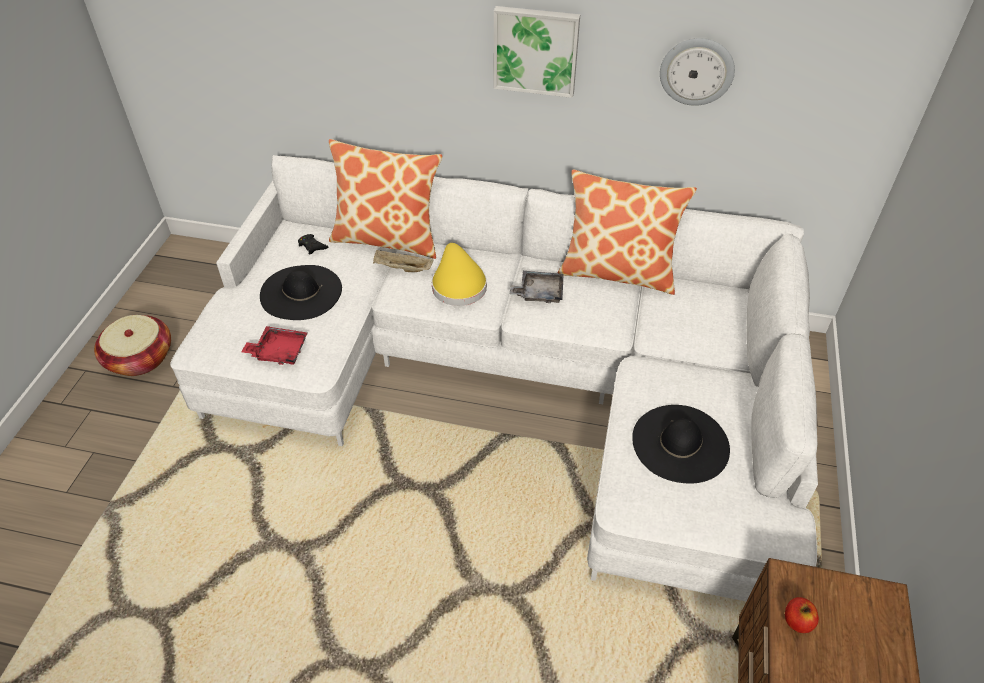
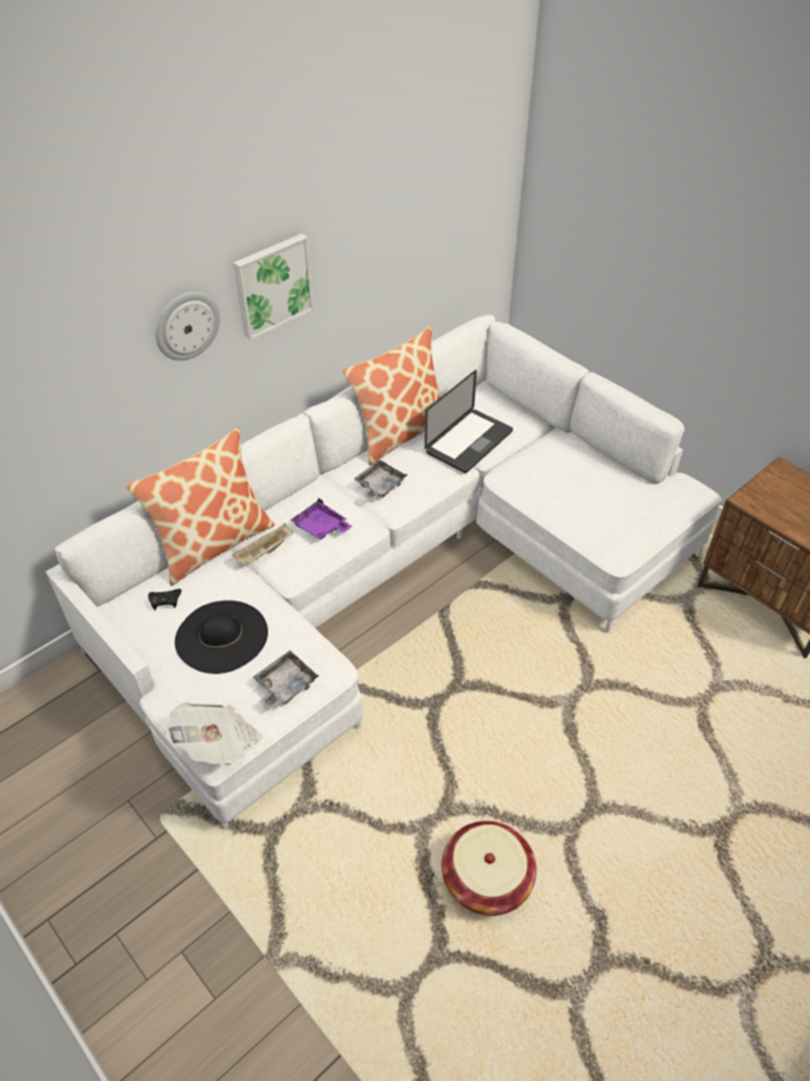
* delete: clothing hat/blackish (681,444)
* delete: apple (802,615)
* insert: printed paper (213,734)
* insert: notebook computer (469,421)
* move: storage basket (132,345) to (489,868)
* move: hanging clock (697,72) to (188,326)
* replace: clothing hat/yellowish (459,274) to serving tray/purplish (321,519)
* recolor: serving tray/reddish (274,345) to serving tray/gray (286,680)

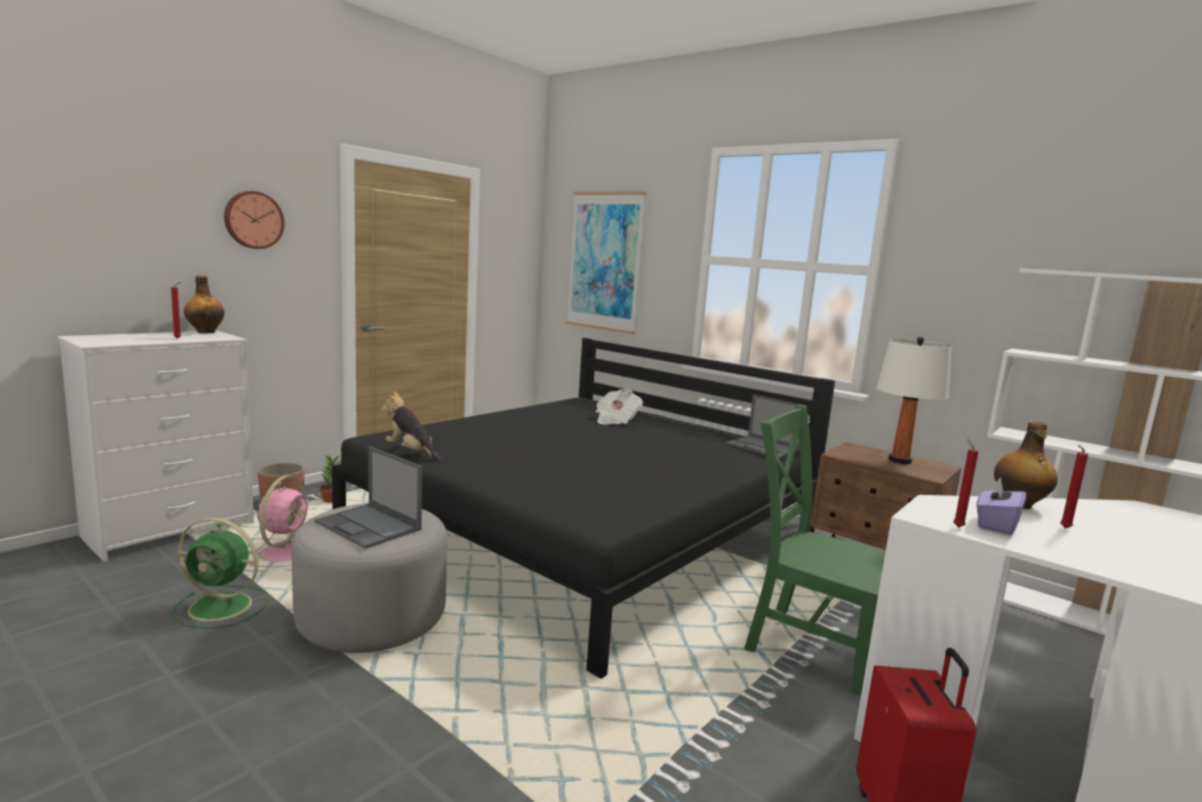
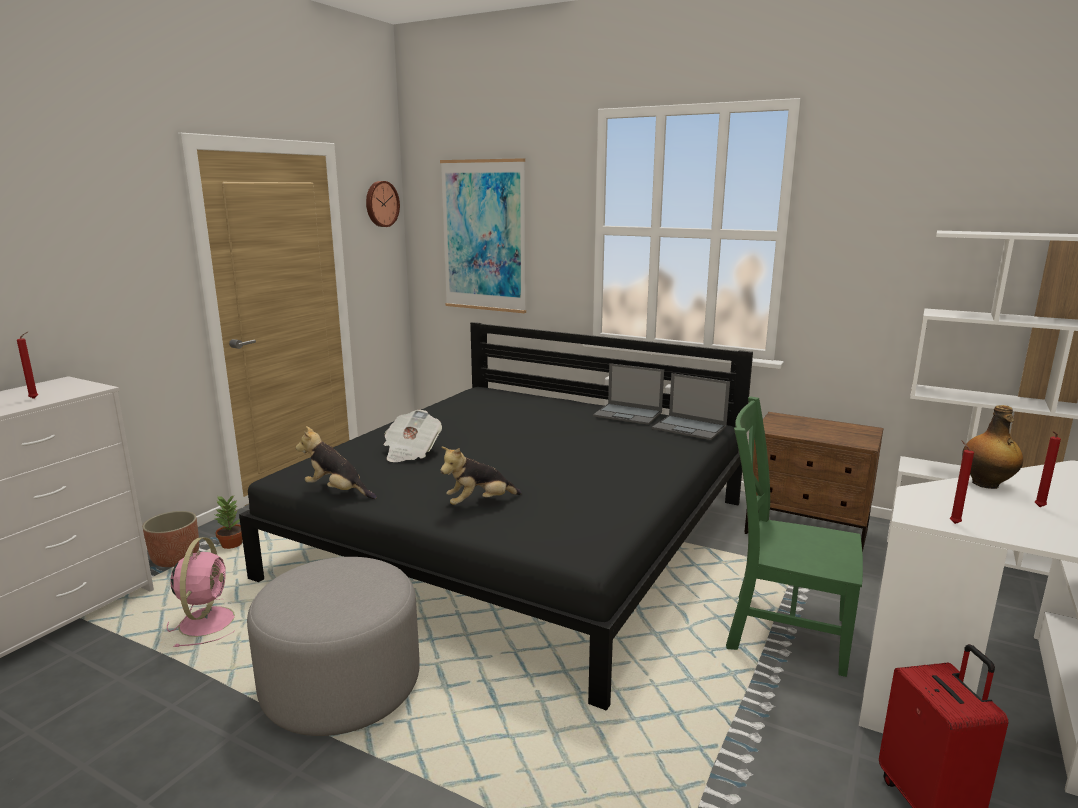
* delete: cooling fan/green (220,572)
* delete: beverage bottle (204,304)
* delete: tabletop lamp/white-coloured (914,400)
* delete: tissue box/purplish (1001,505)
* insert: plush toy (481,475)
* move: hanging clock (254,220) to (383,204)
* move: notebook computer (368,498) to (628,394)
* move: printed paper (619,407) to (413,436)

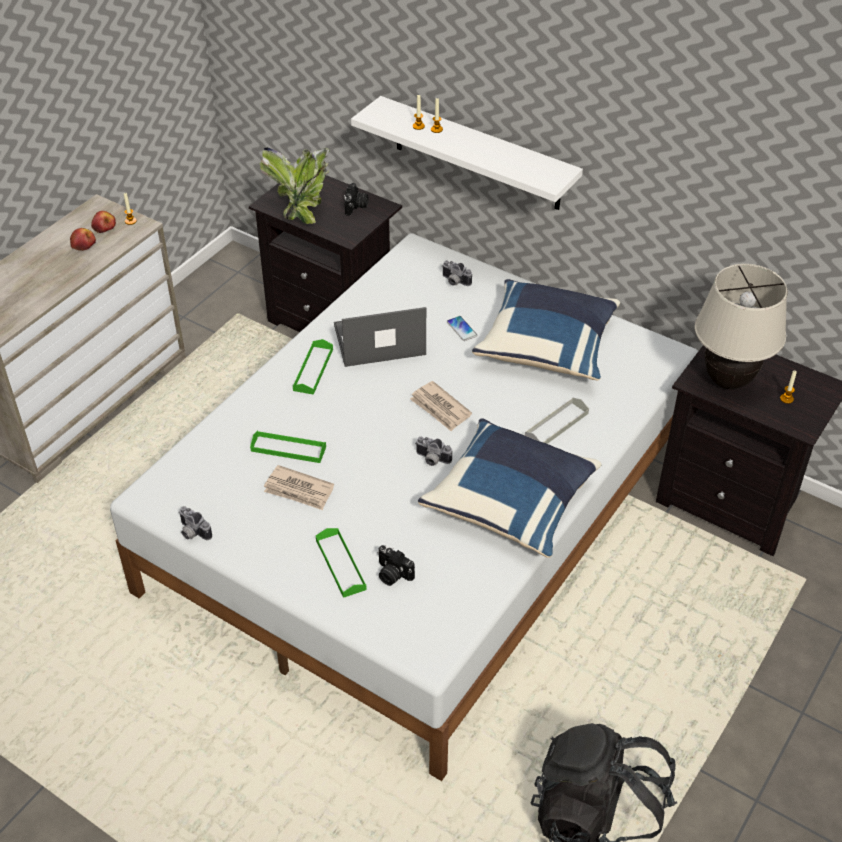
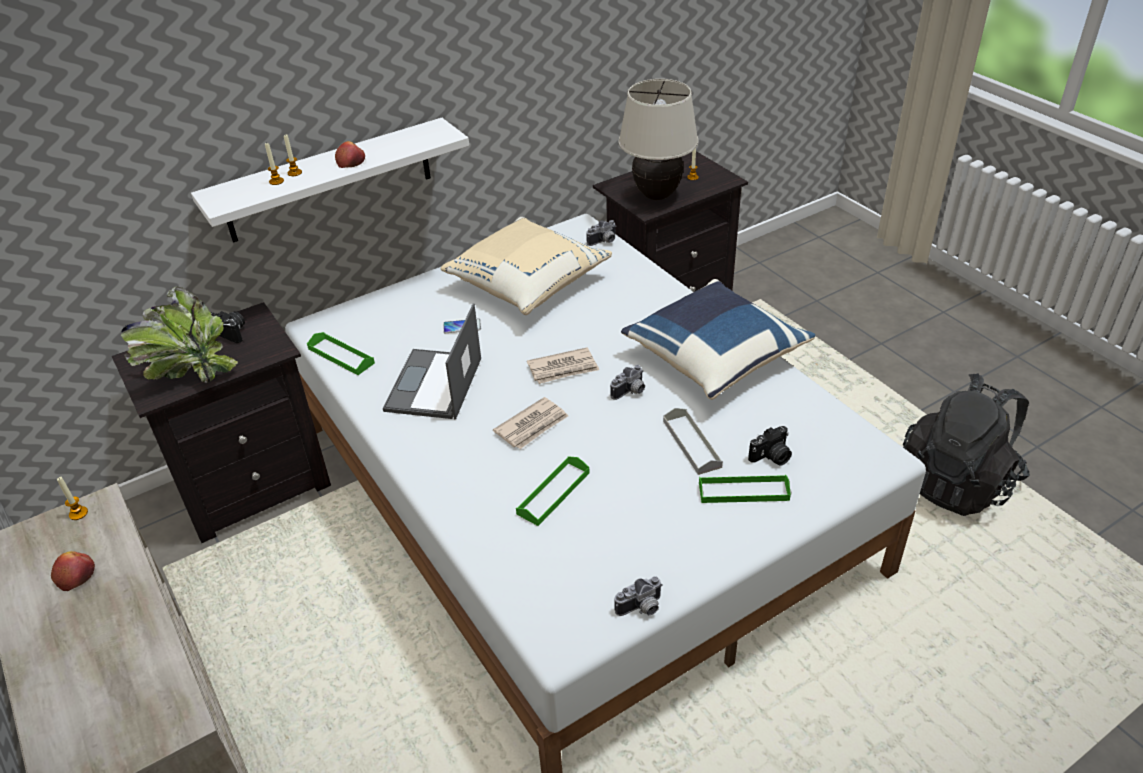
* move: apple (103,222) to (350,154)
* move: printed paper (299,487) to (530,423)
* move: serving tray/green (313,367) to (341,353)
* move: still camera (457,273) to (601,233)
* move: serving tray/gray (557,421) to (693,441)
* recolor: pillow/bluish (546,329) to pillow/sand-coloured (526,266)

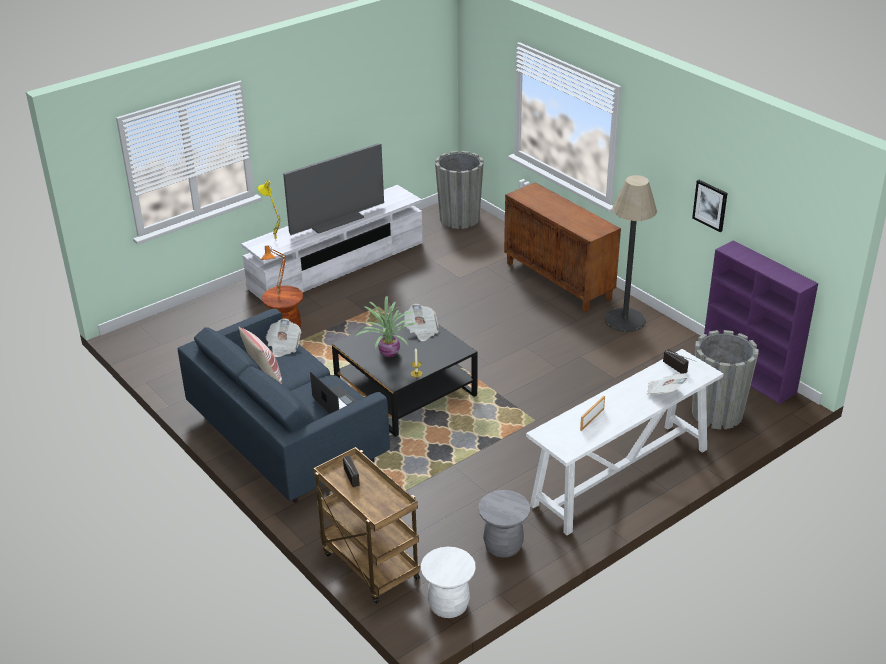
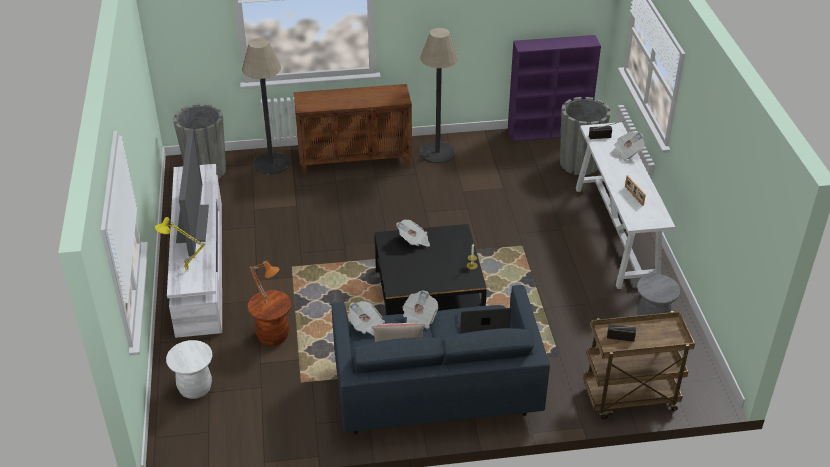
* delete: potted plant (386,326)
* delete: picture (709,206)
* insert: standing lamp (265,106)
* insert: printed paper (421,310)
* move: stool seat/white-coloured (448,582) to (189,369)

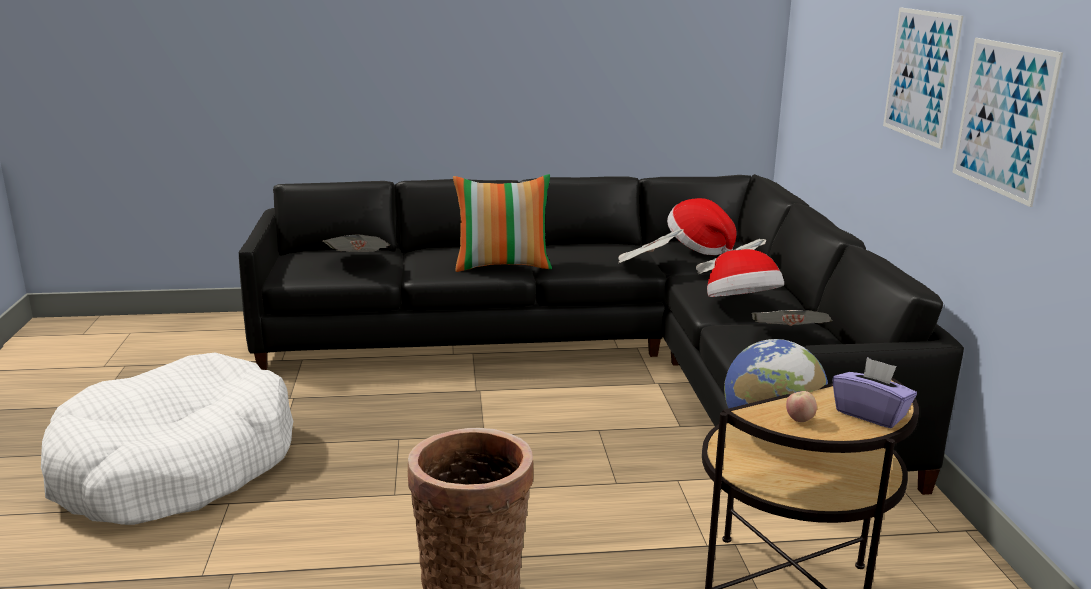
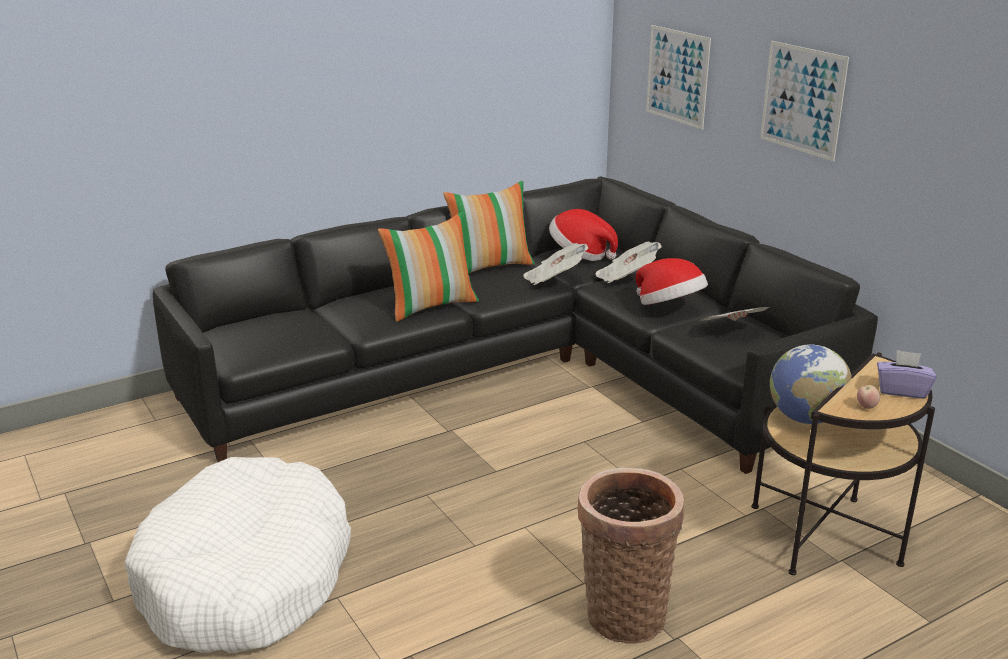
* delete: printed paper (356,243)
* insert: pillow (489,227)
* move: picture (1008,122) to (678,77)

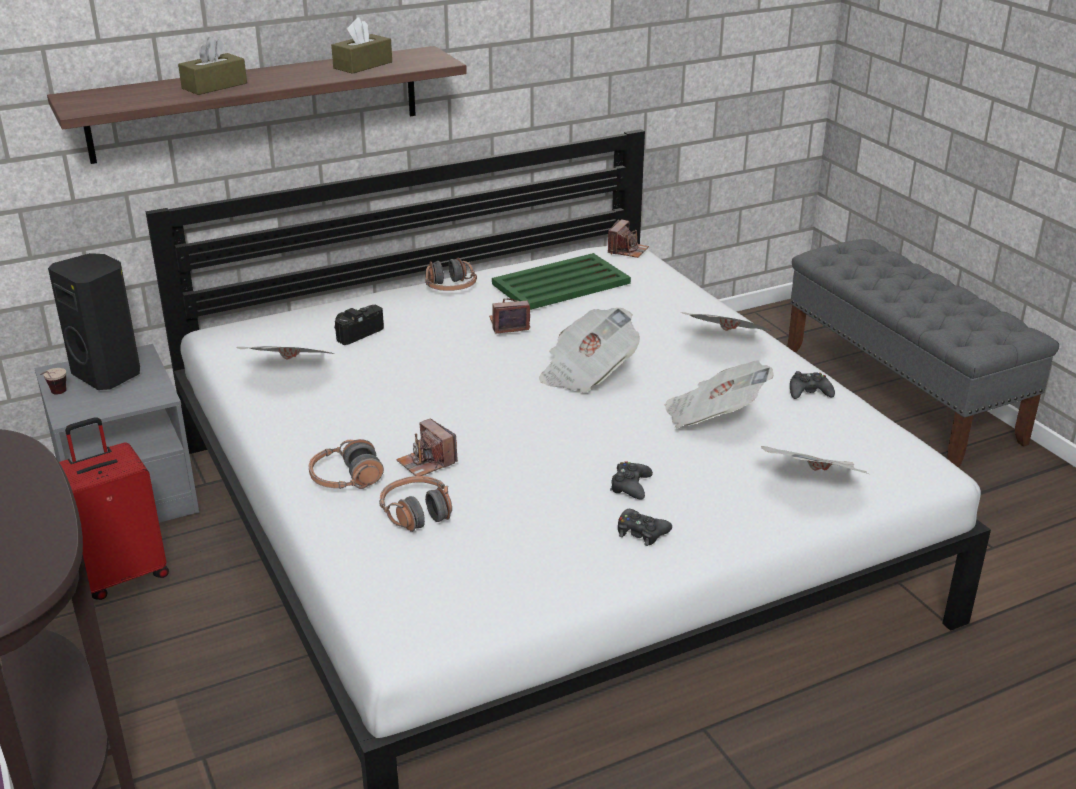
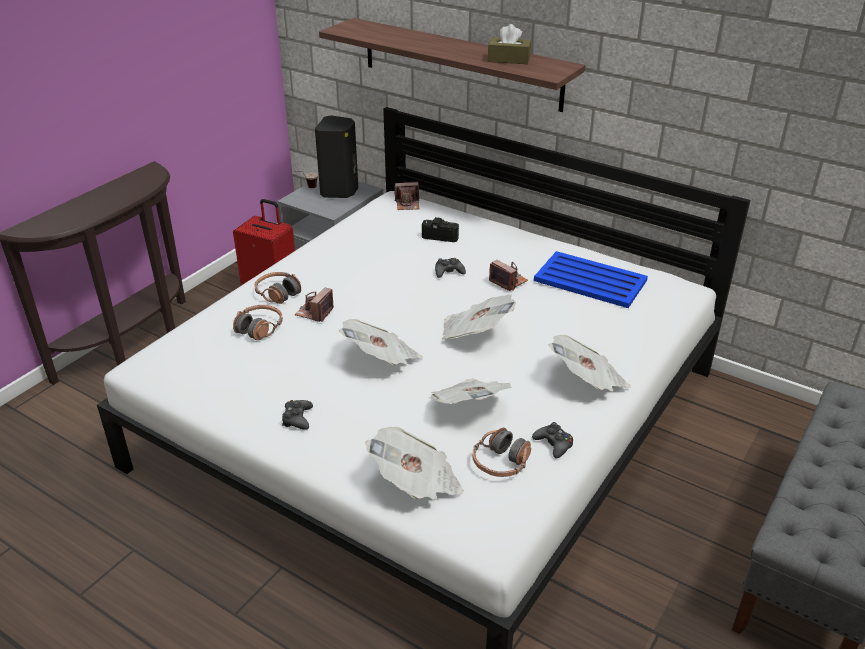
* delete: tissue box/brown-coloured (212,66)
* move: printed paper (285,353) to (381,342)
* move: headset (451,274) to (502,452)
* move: still camera (628,238) to (407,196)
* move: joypad/blackish (631,480) to (450,268)
* recolor: serving tray/green (561,281) to serving tray/bluish (591,279)

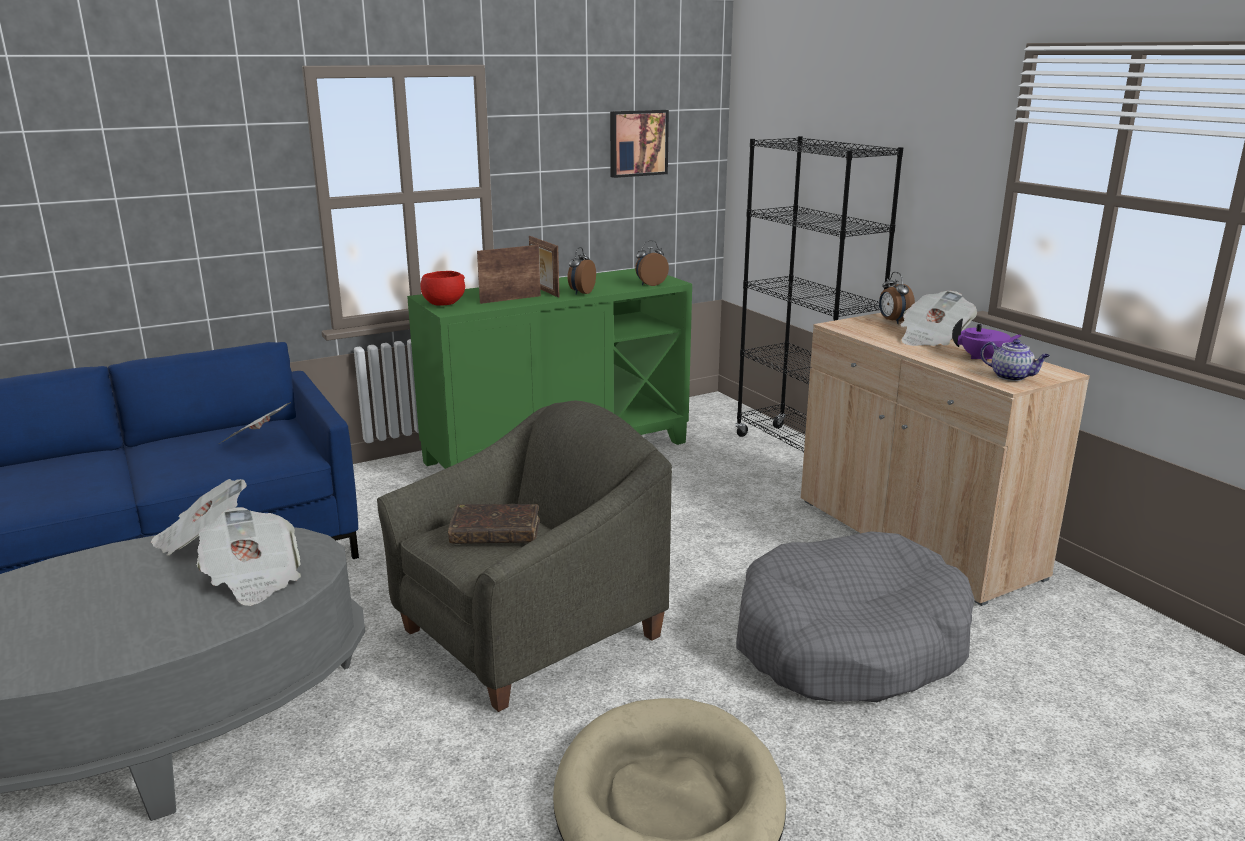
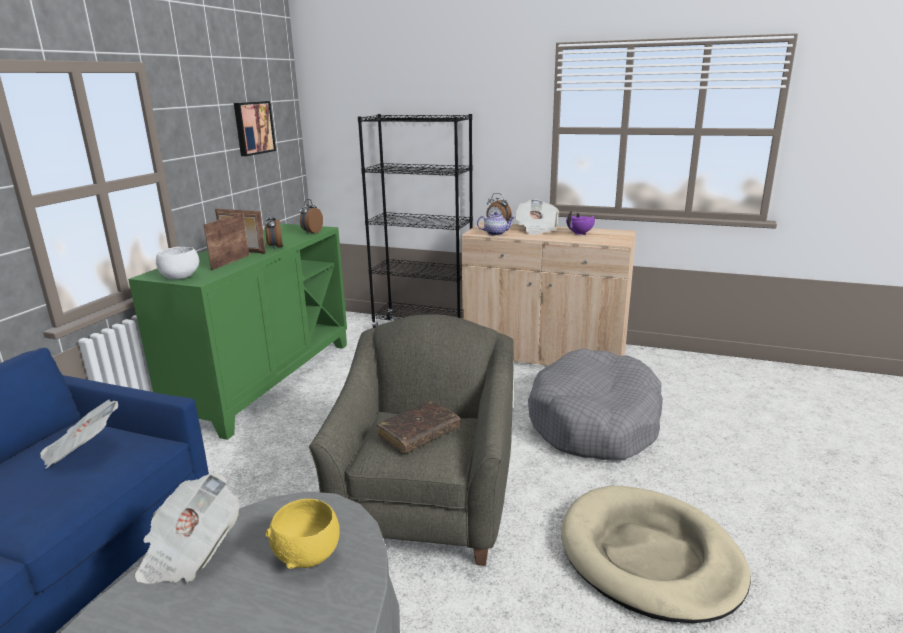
* move: teapot (1015,360) to (496,224)
* replace: printed paper (248,556) to serving bowl/yellowish (303,534)
* recolor: serving bowl/reddish (443,288) to serving bowl/white-coloured (177,263)

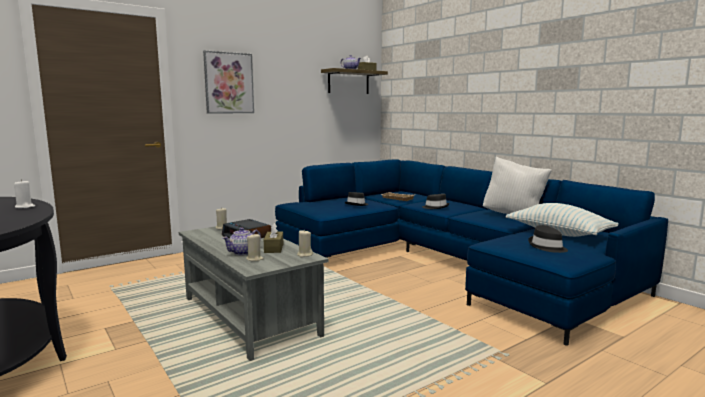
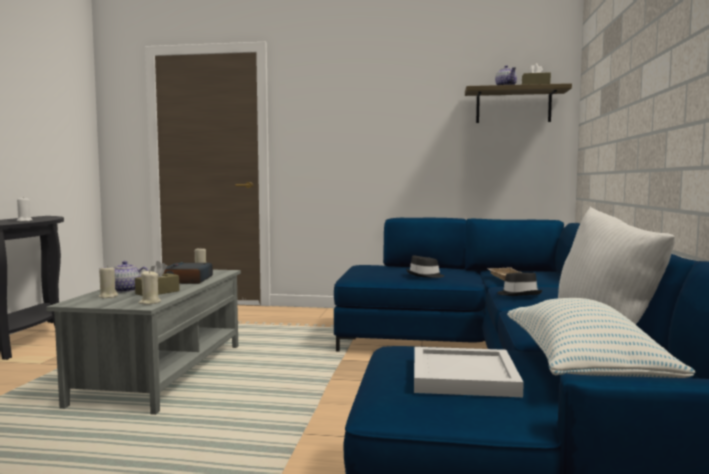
* delete: picture (228,82)
* replace: clothing hat/blackish (548,239) to serving tray/white-coloured (469,372)

